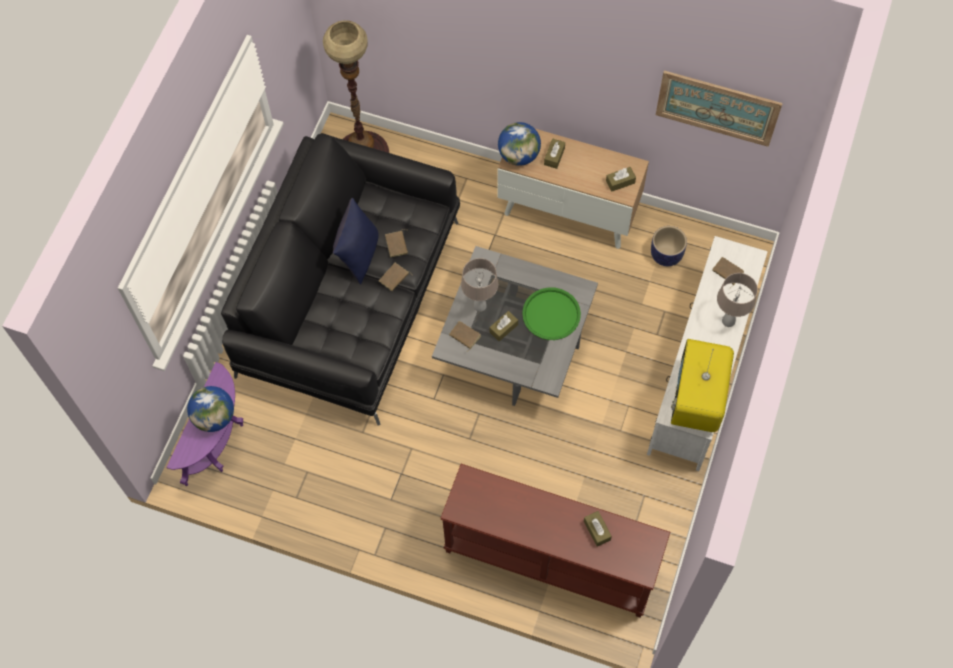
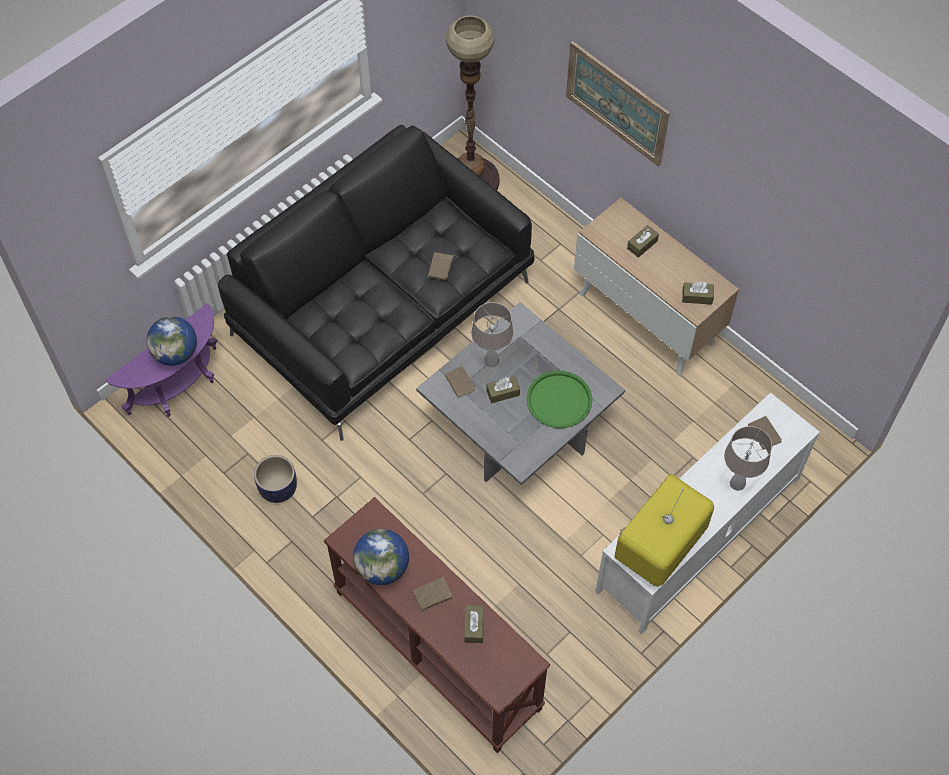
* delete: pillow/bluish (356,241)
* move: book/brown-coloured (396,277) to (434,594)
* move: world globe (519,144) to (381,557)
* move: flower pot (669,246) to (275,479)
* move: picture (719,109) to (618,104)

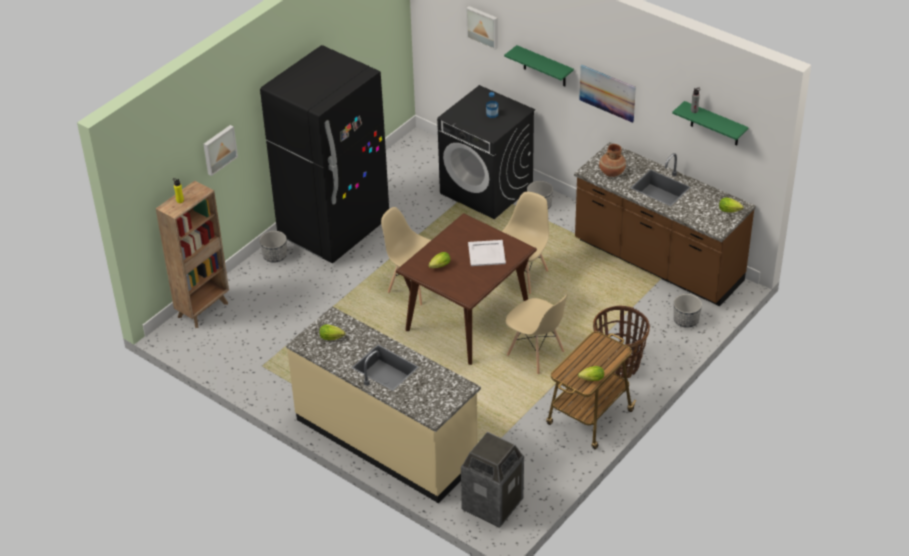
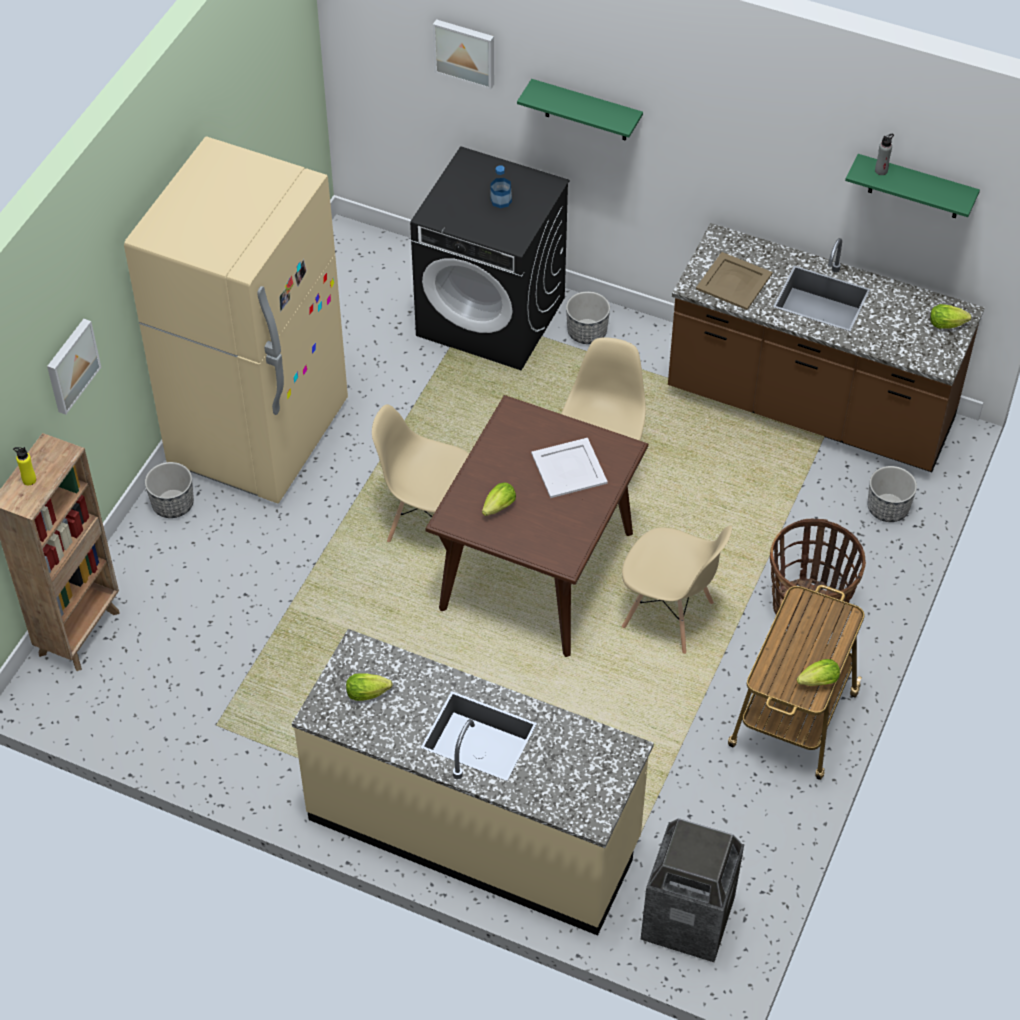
* delete: picture (607,94)
* replace: flower vase/brown-coloured (612,160) to serving tray/sand-coloured (734,281)
* recolor: refrigerator/blackish (324,154) to refrigerator/sand-coloured (236,319)

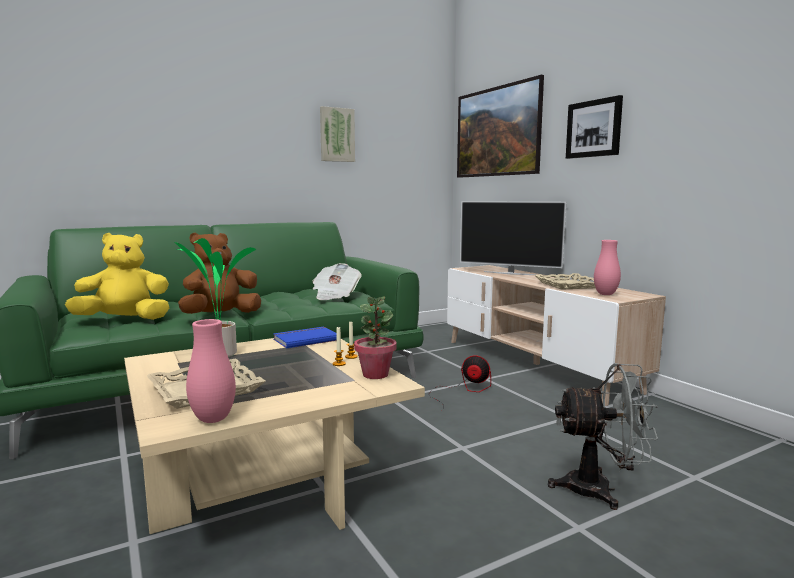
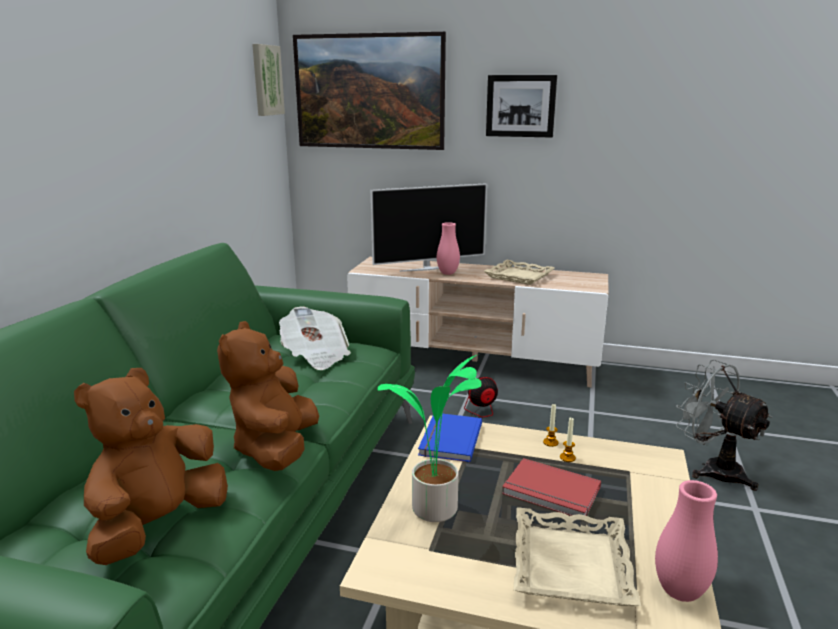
* delete: potted plant (375,338)
* insert: book/reddish (551,487)
* move: picture (337,134) to (268,80)
* move: flower vase/pink (607,267) to (448,248)
* recolor: plush toy/yellowish (117,276) to plush toy/brown-coloured (151,466)
* rotate: cooling fan/gray (603,436) = (724,425) 90 degrees counterclockwise

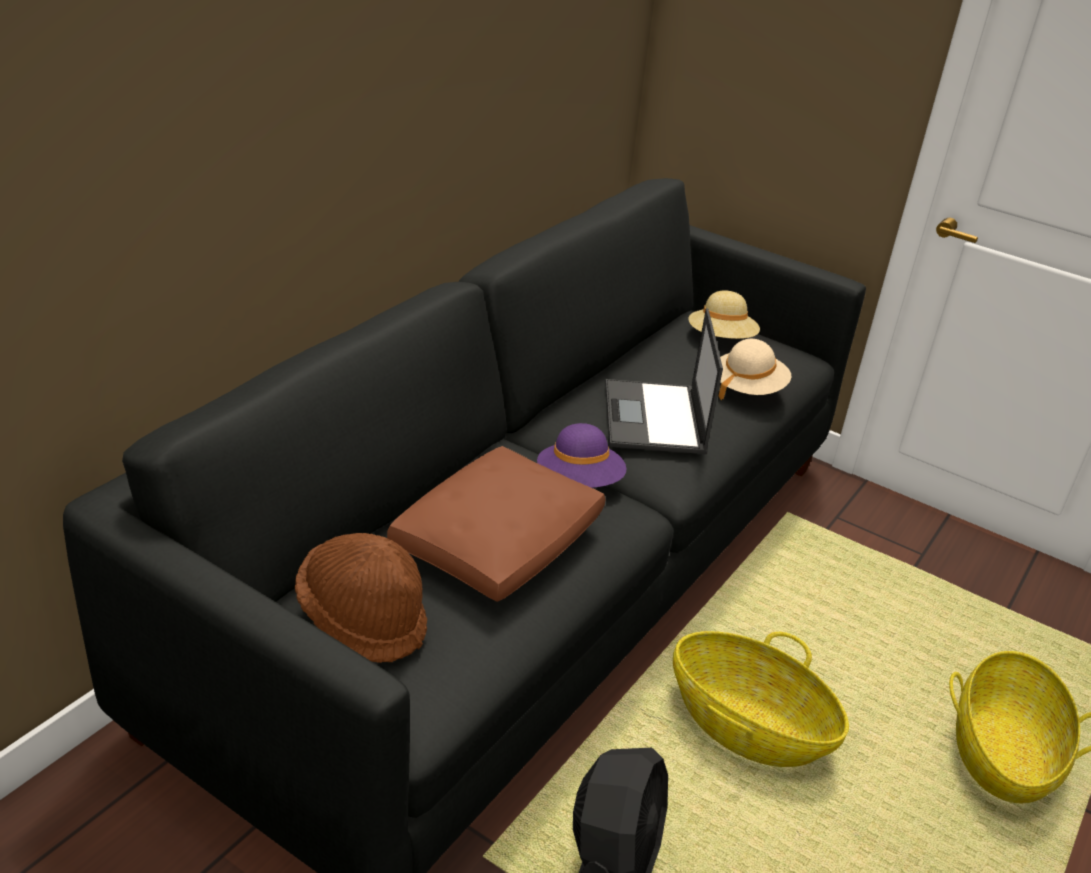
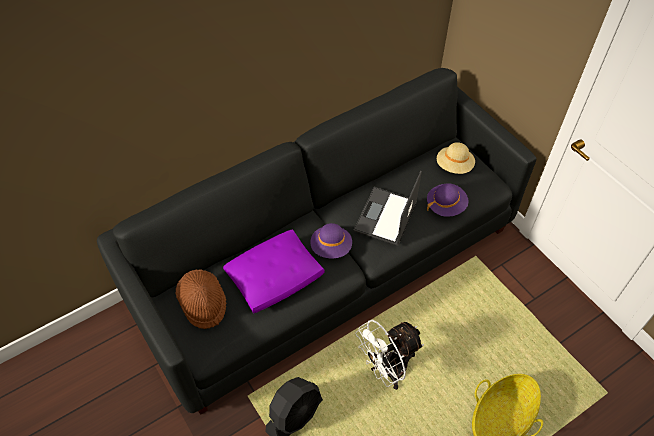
* replace: storage basket (761,699) to cooling fan/white-coloured (389,354)
* recolor: pillow/brown-coloured (496,524) to pillow/purplish (274,271)
* recolor: clothing hat/sand-coloured (755,370) to clothing hat/purplish (447,200)

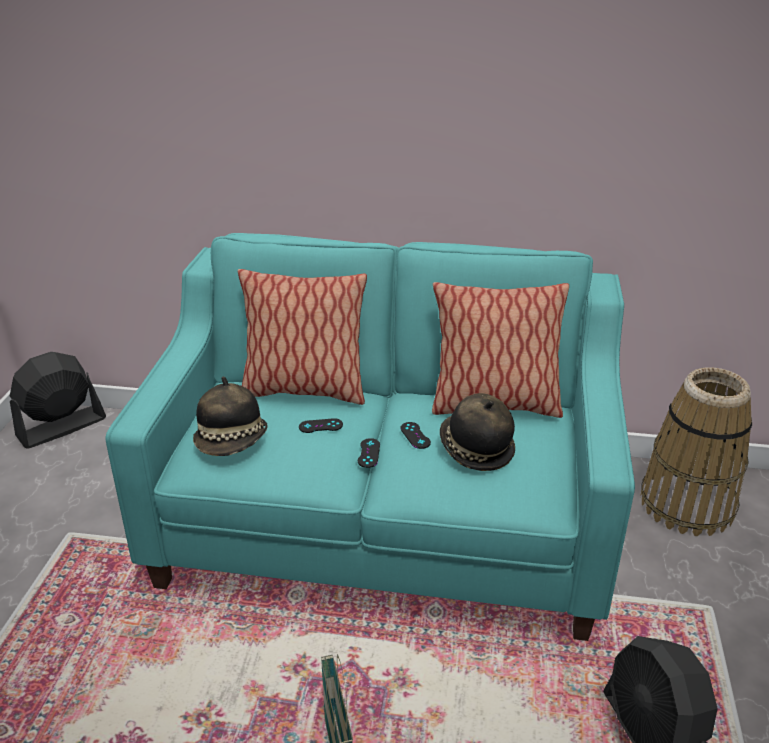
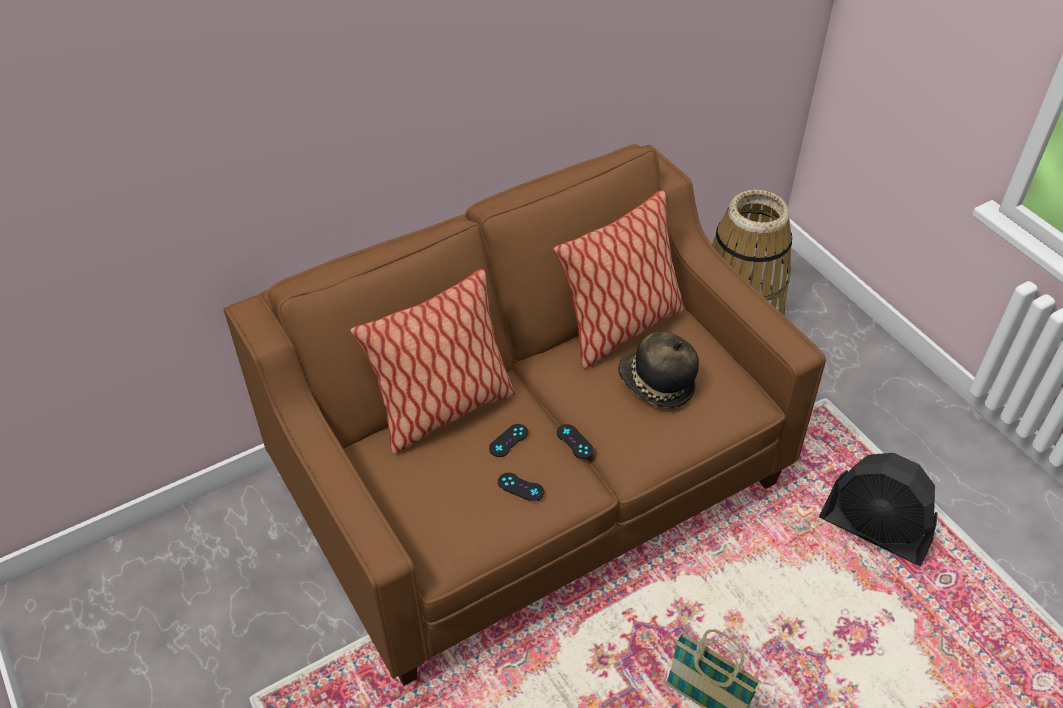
* delete: cooling fan/blackish (58,400)
* delete: clothing hat (230,416)
* move: joypad/blackish (415,435) to (521,487)
* recolor: settee/blue-green (370,437) to settee/brown-coloured (525,415)

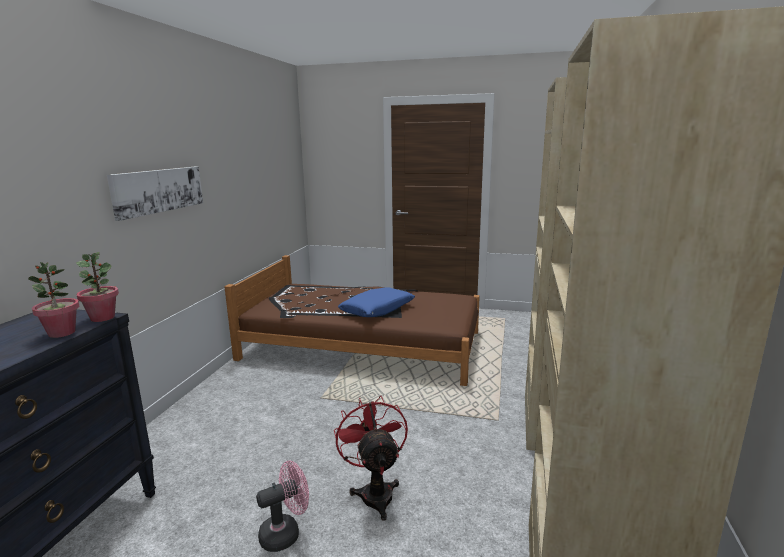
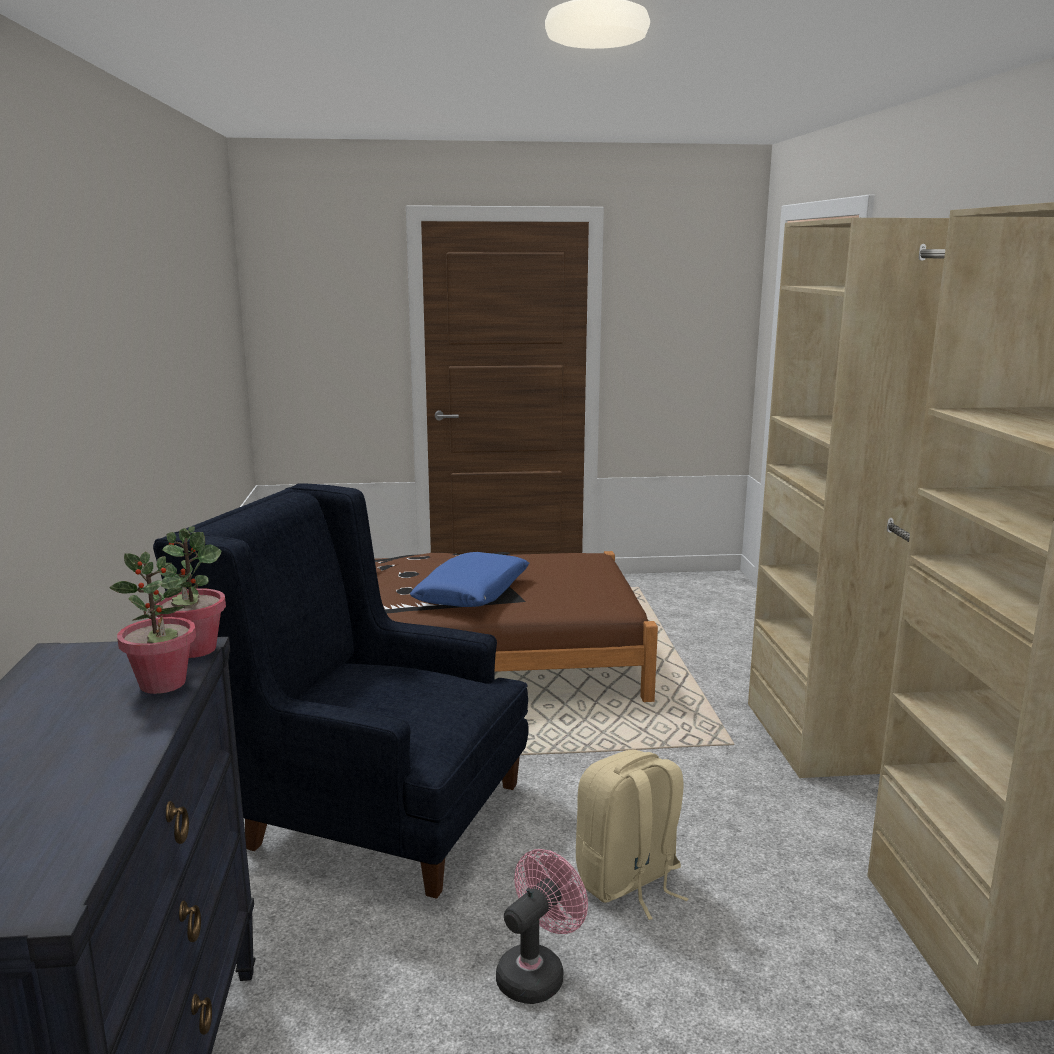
* delete: picture (155,194)
* insert: armchair/bluish (340,691)
* replace: cooling fan/reddish (371,458) to rucksack/sand-coloured (632,835)

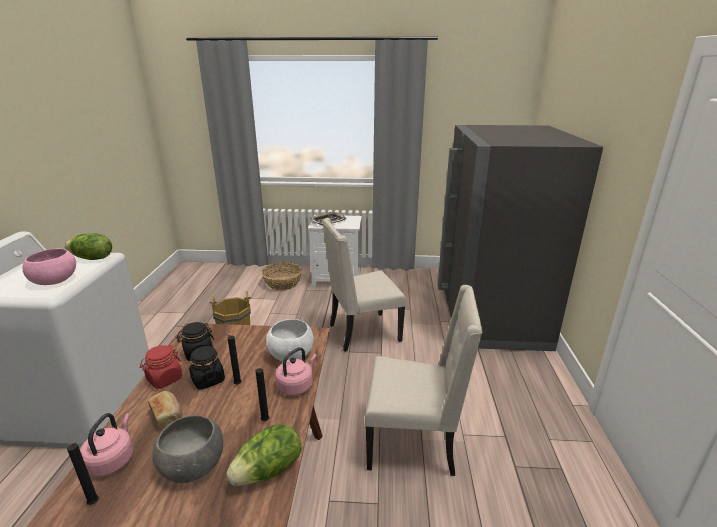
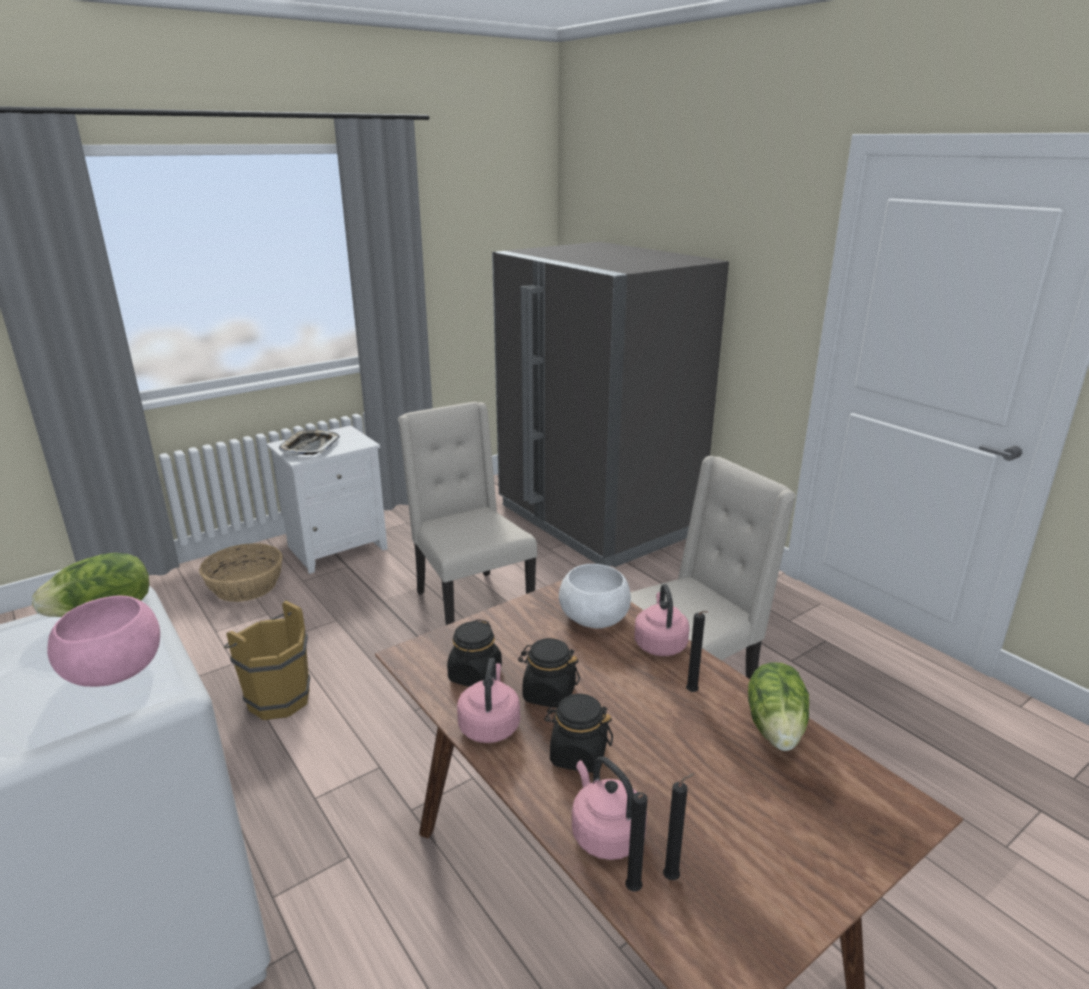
* delete: serving bowl/gray (187,449)
* move: wax light/blackish (232,359) to (636,842)
* replace: storage jar/reddish (161,367) to kettle/pink (488,700)
* replace: bakery bread (165,410) to storage jar/blackish (578,733)
* rotate: upright chair/sand-coloured (364,285) = (467,513) 120 degrees clockwise

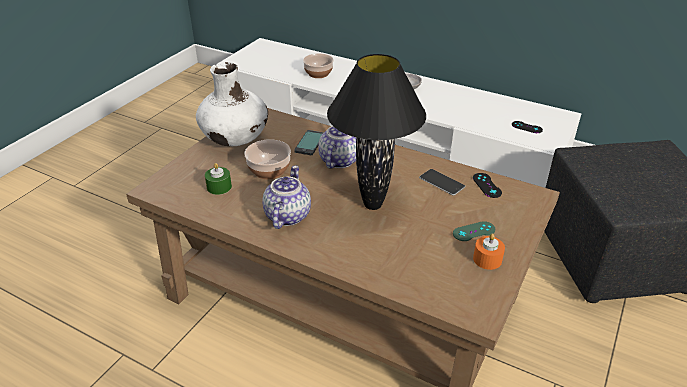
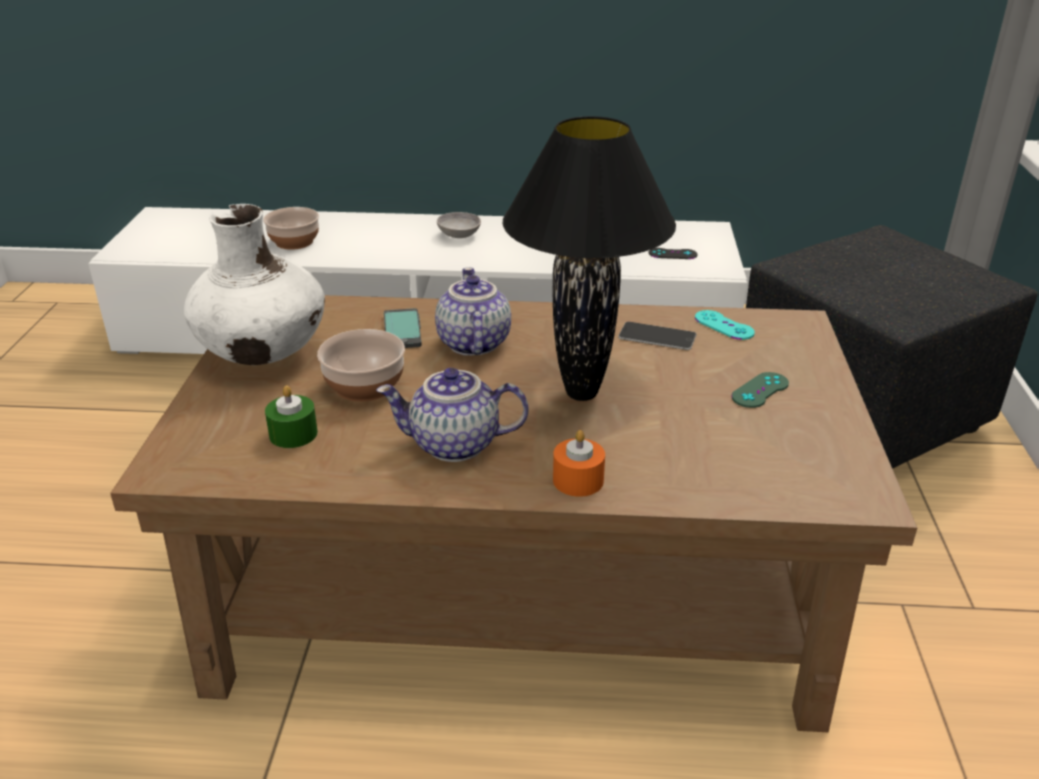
* move: wax light/orange-coloured (489,252) to (579,463)
* recolor: joypad/blackish (487,185) to joypad/blue-green (725,325)
* rotate: teapot (286,197) = (452,415) 75 degrees counterclockwise

